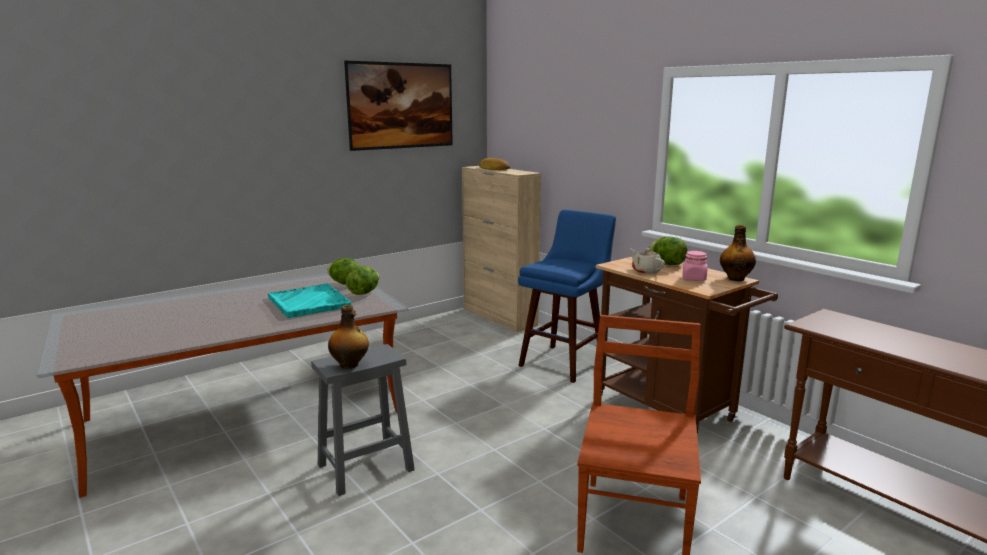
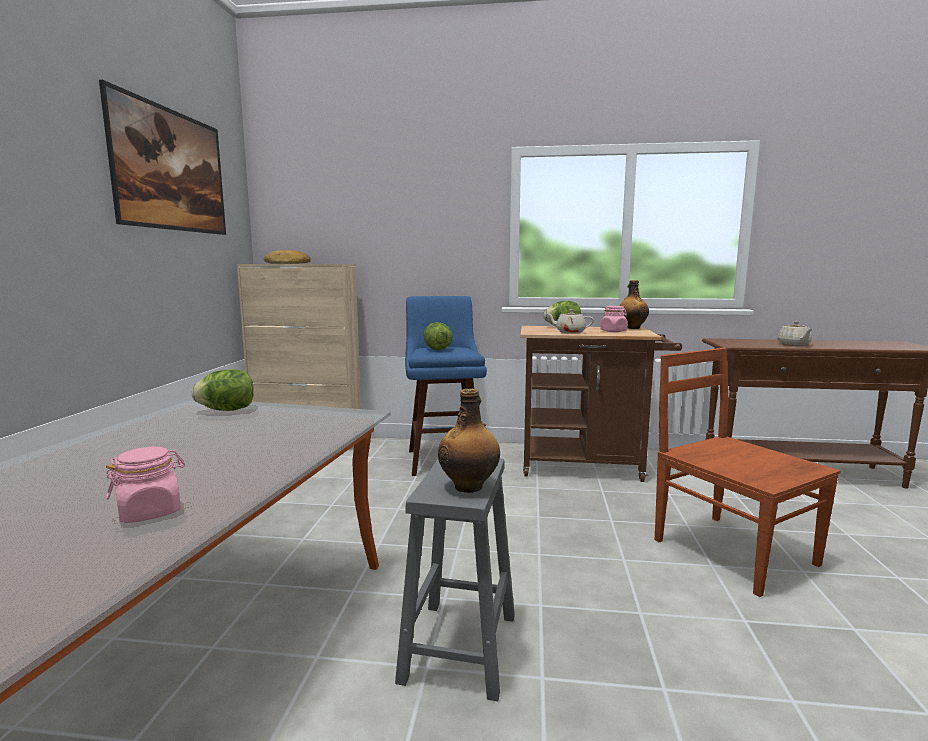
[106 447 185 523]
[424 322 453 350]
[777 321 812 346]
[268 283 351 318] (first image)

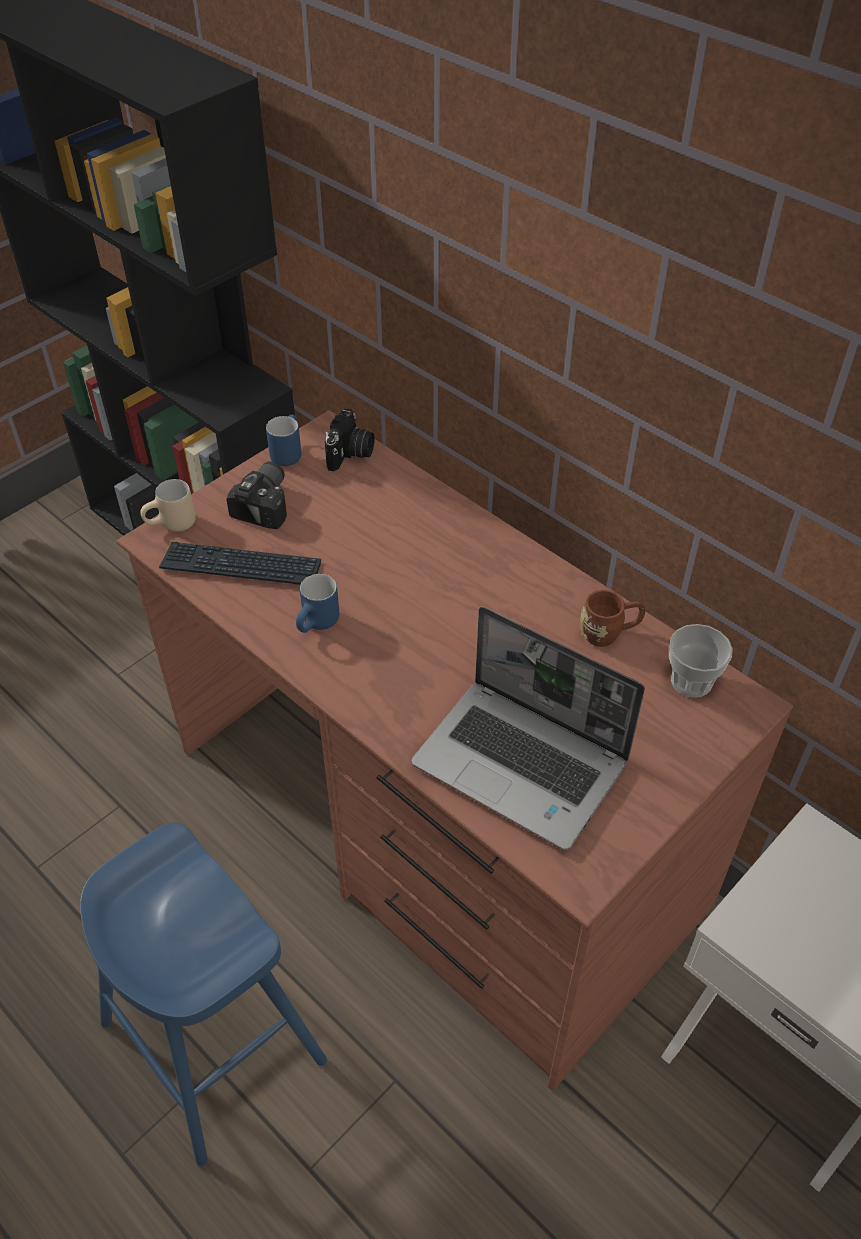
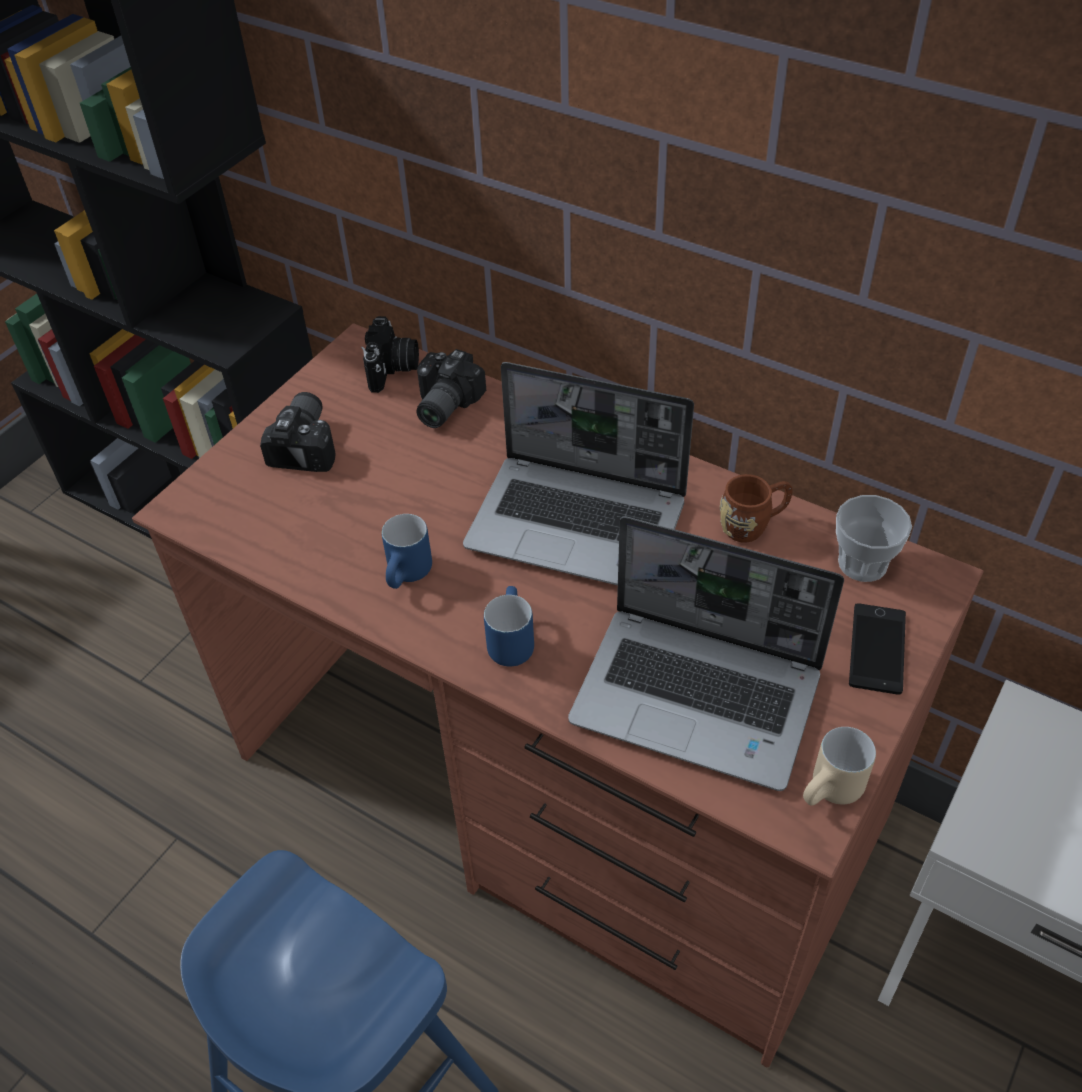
[417 349 486 428]
[463 362 694 586]
[484 586 534 667]
[803 727 876 806]
[849 603 906 695]
[159 542 321 585] (first image)

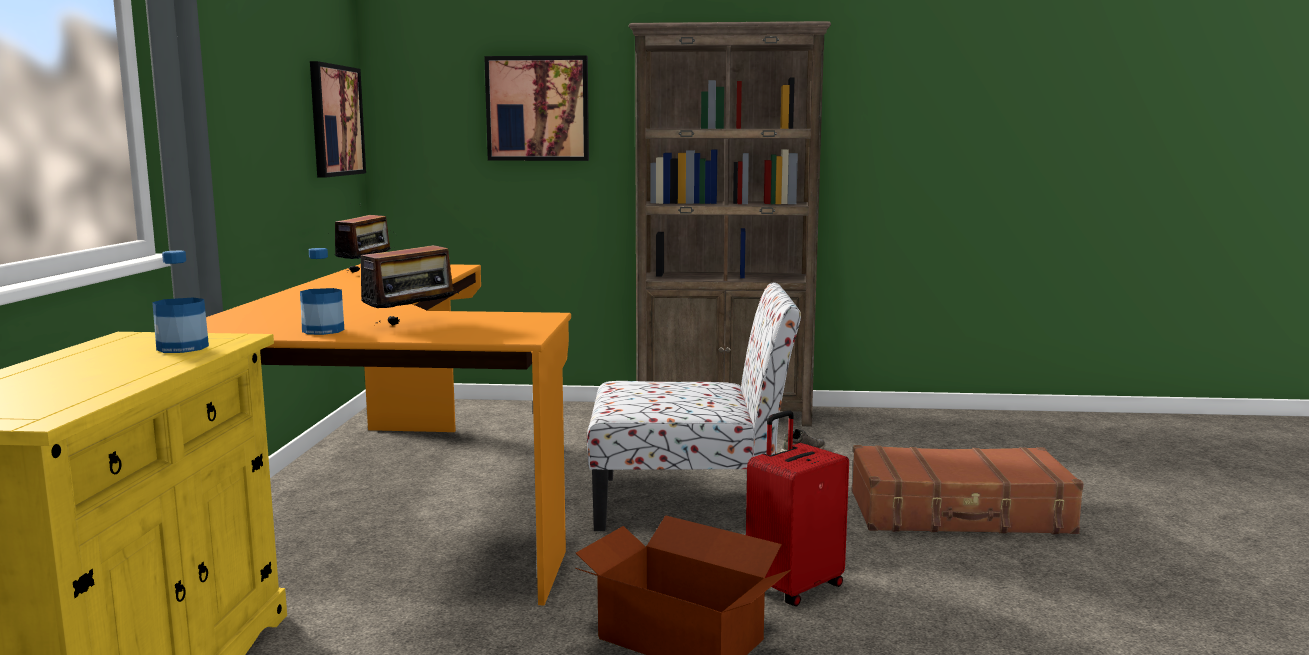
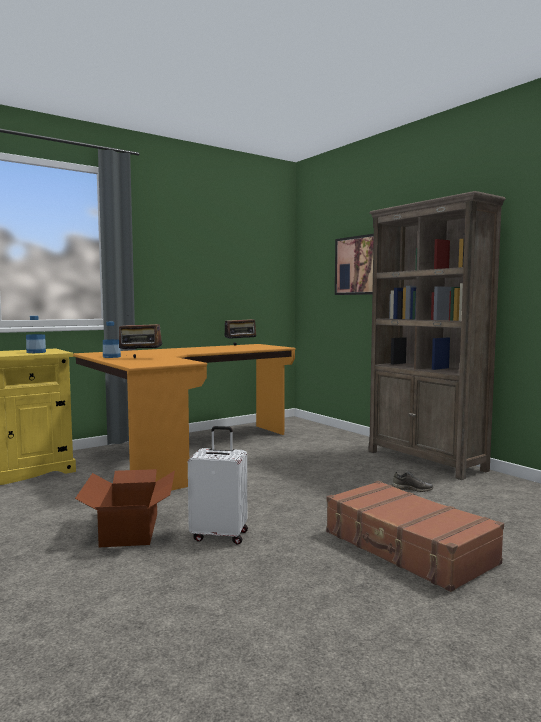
[188 426 248 544]
[310 61 366 178] (first image)
[587 282 801 531] (first image)

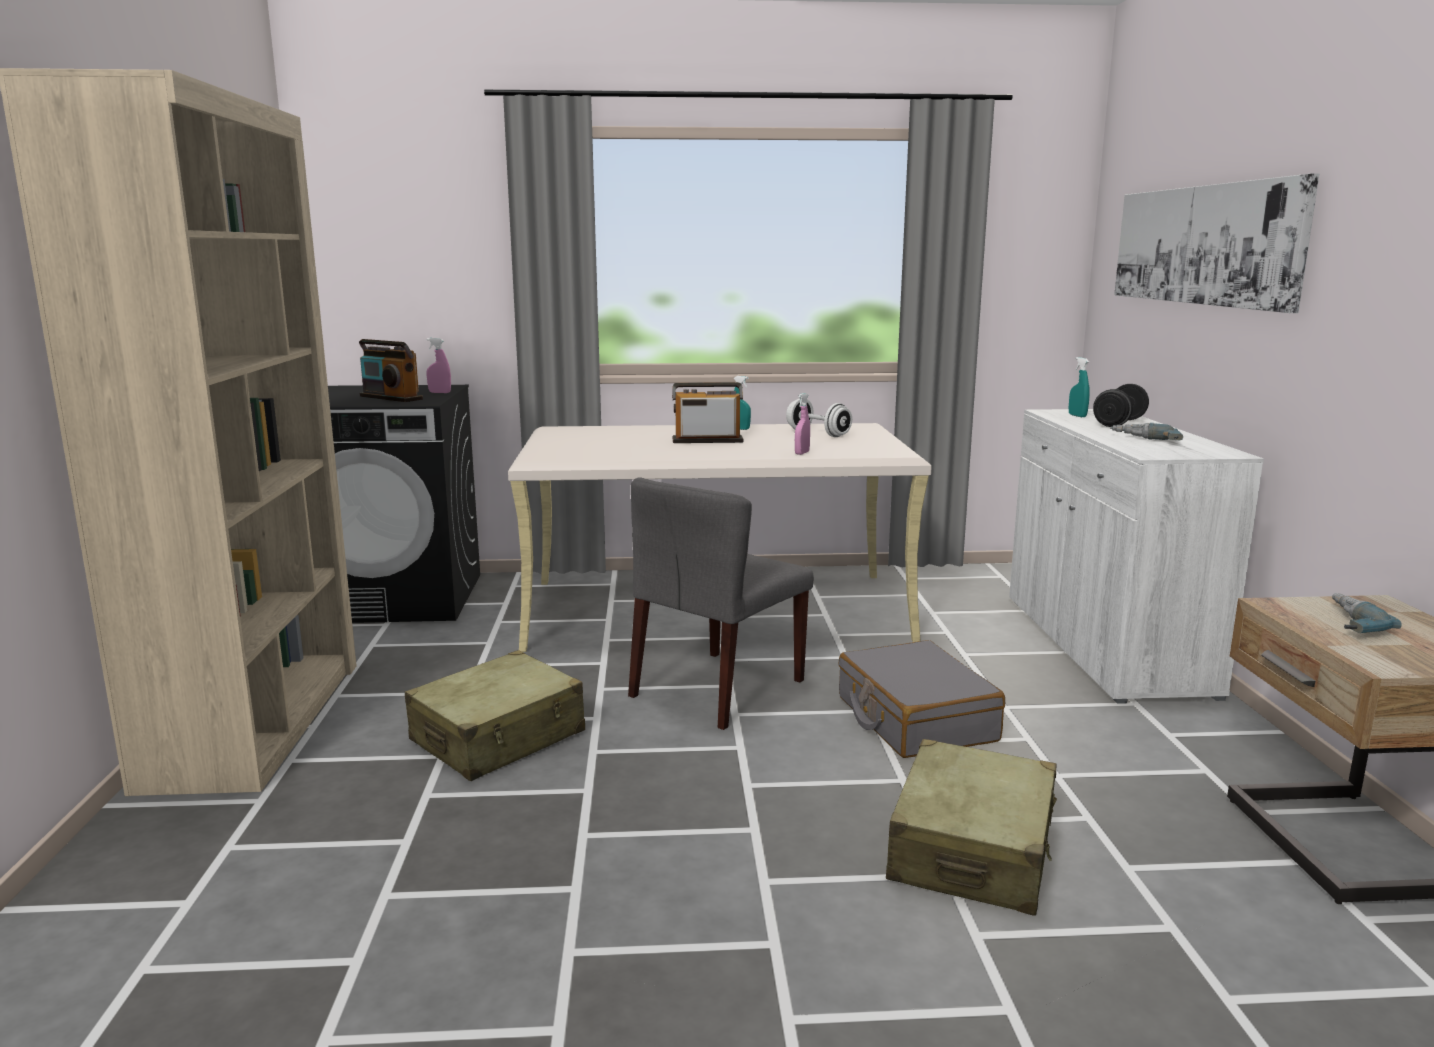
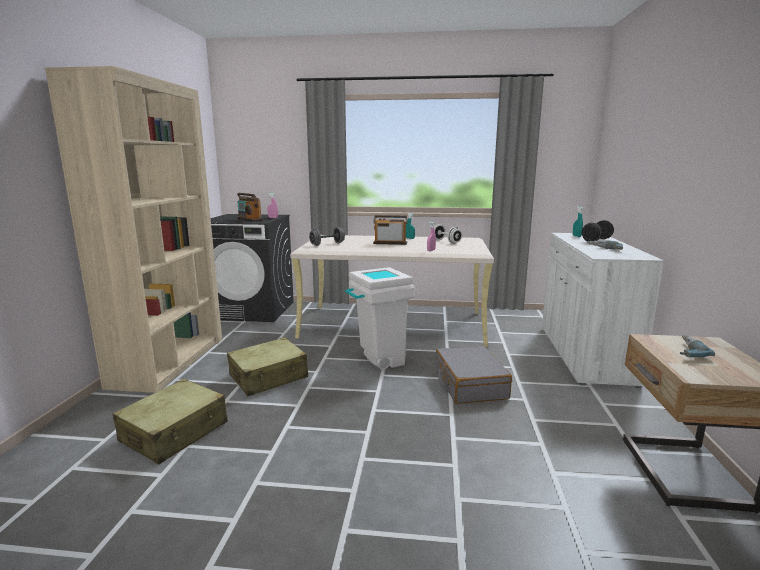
[112 379 228 464]
[309 227 345 246]
[345 267 415 370]
[1114 174 1319 313] (first image)

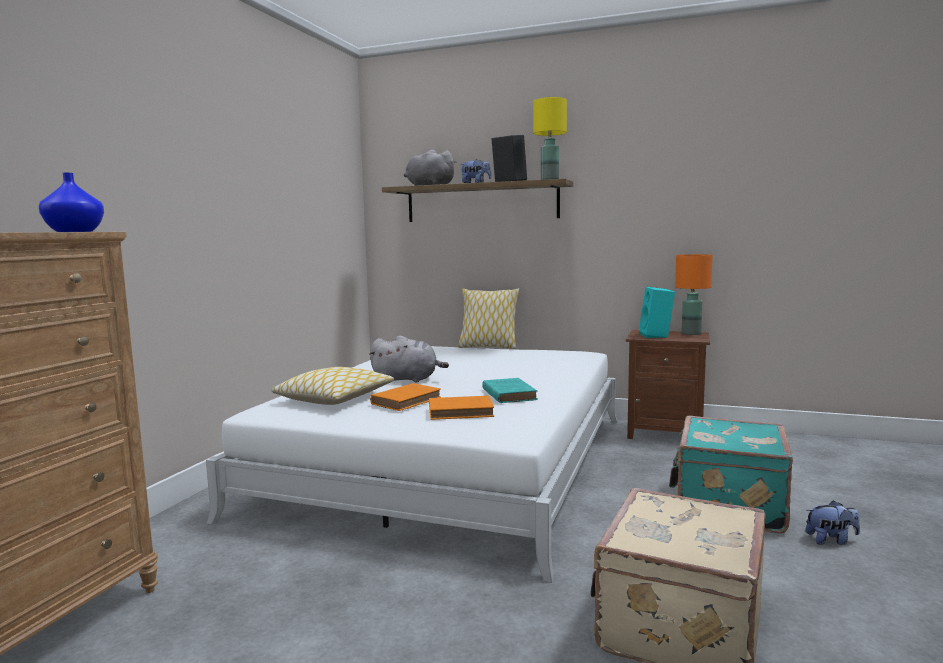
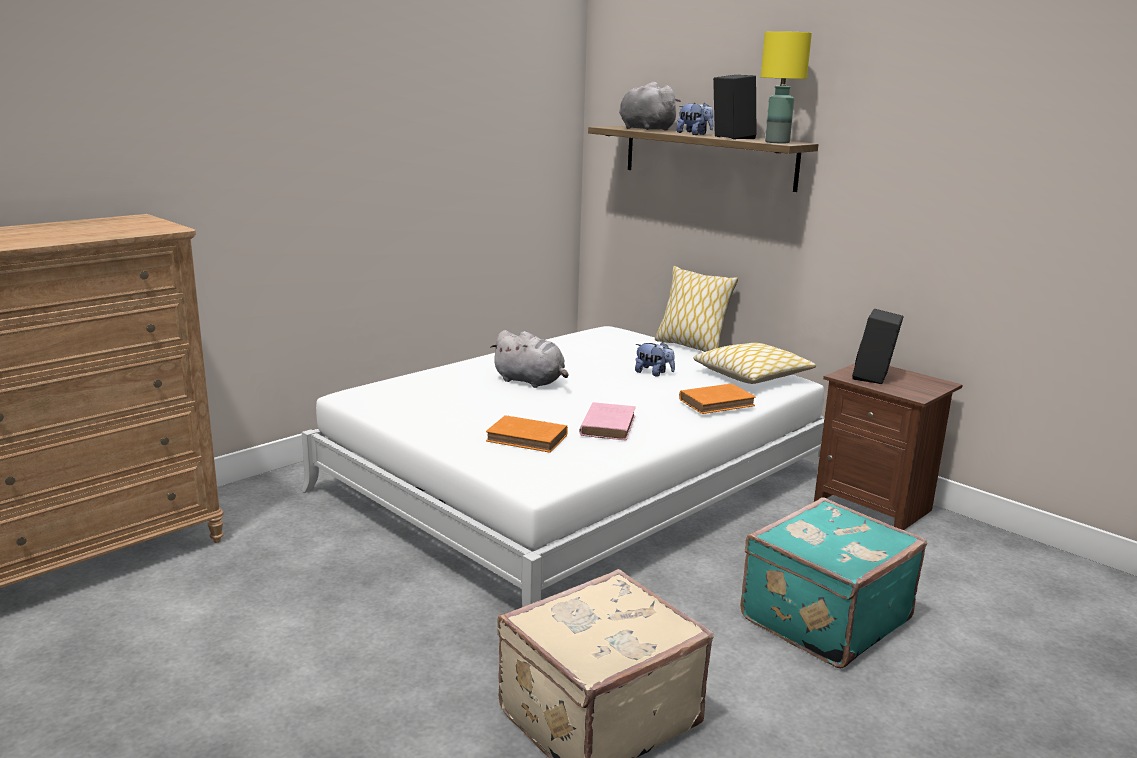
[579 402 636 440]
[635 342 675 377]
[679 383 756 414]
[693 343 816 384]
[852 309 904 384]
[39 173 104 232] (first image)
[675 254 713 335] (first image)

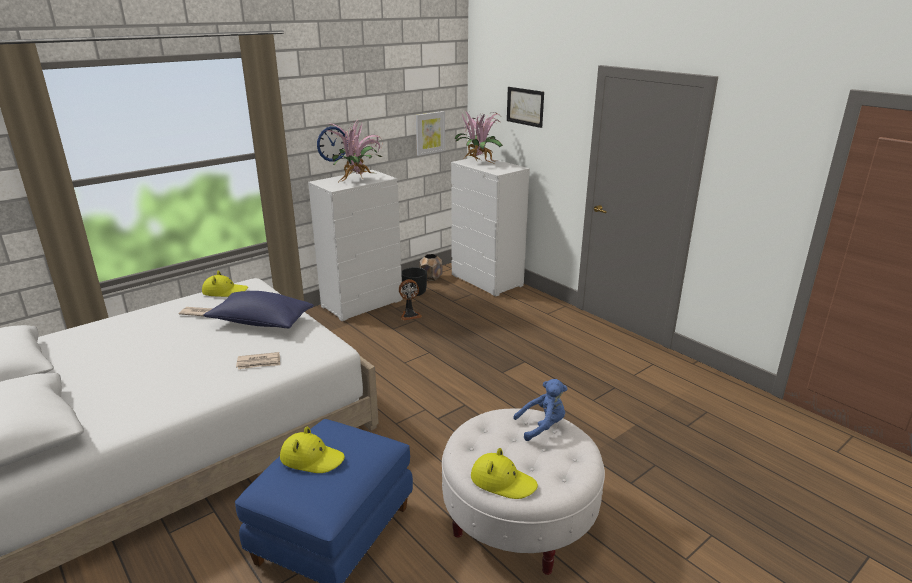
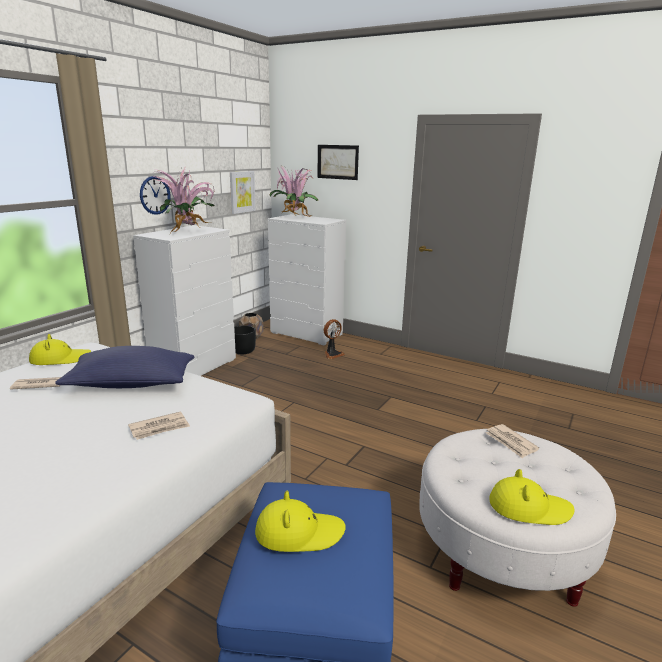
[324 319 345 359]
[486 424 539 458]

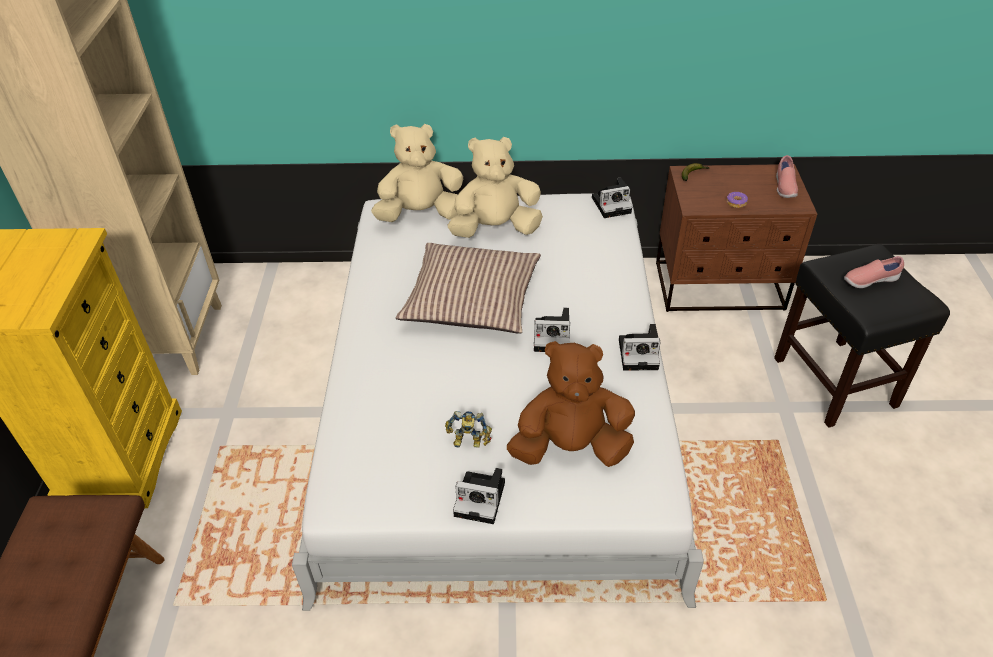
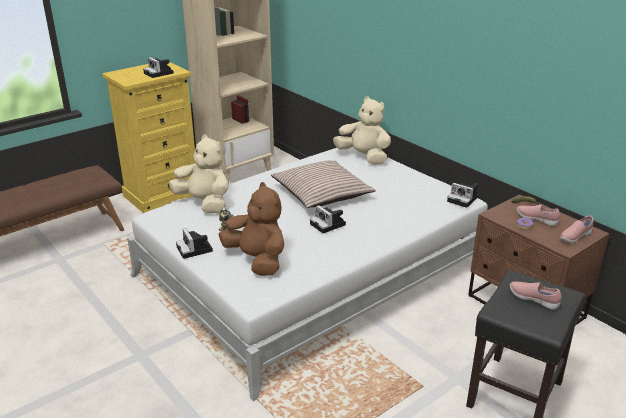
[143 57 174 78]
[169 134 229 214]
[517 204 560 226]

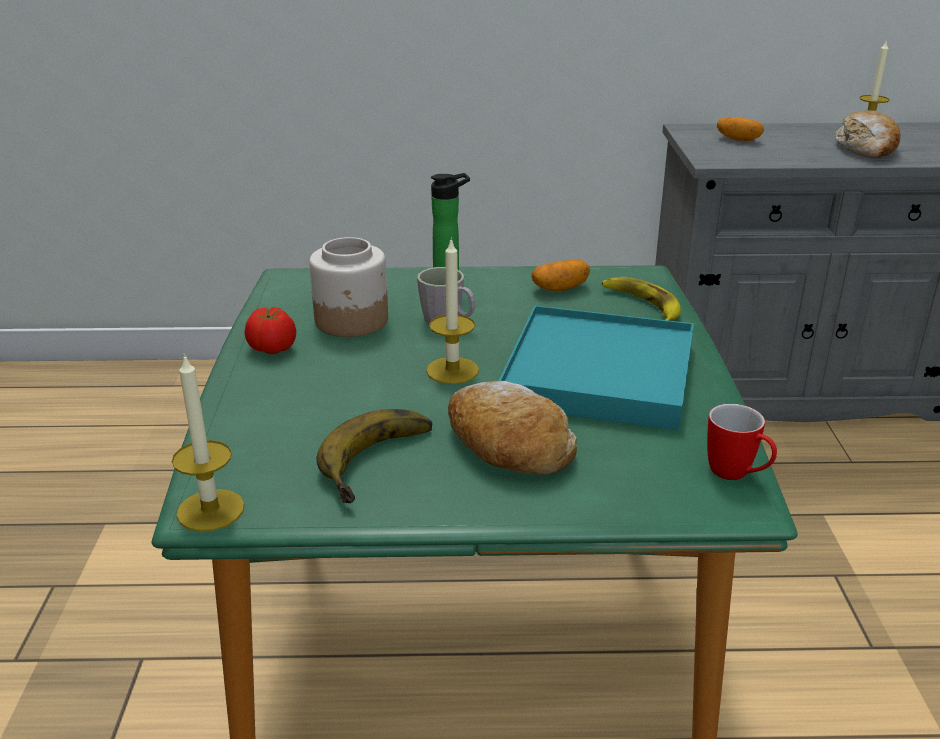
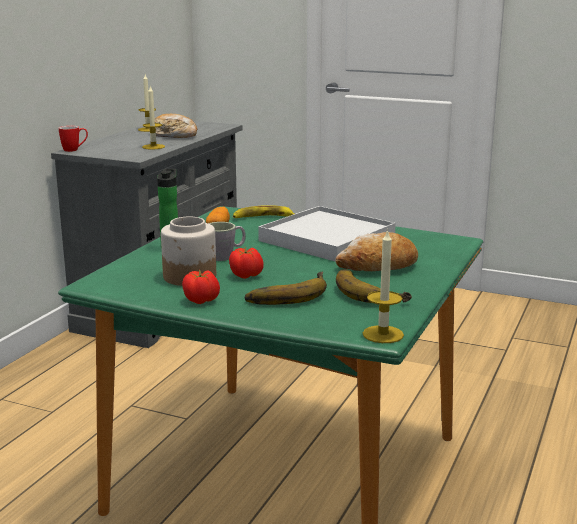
[59 126 88 152]
[142 85 165 150]
[229 247 264 279]
[245 272 327 305]
[258 206 396 261]
[717 117 764 141] (first image)

